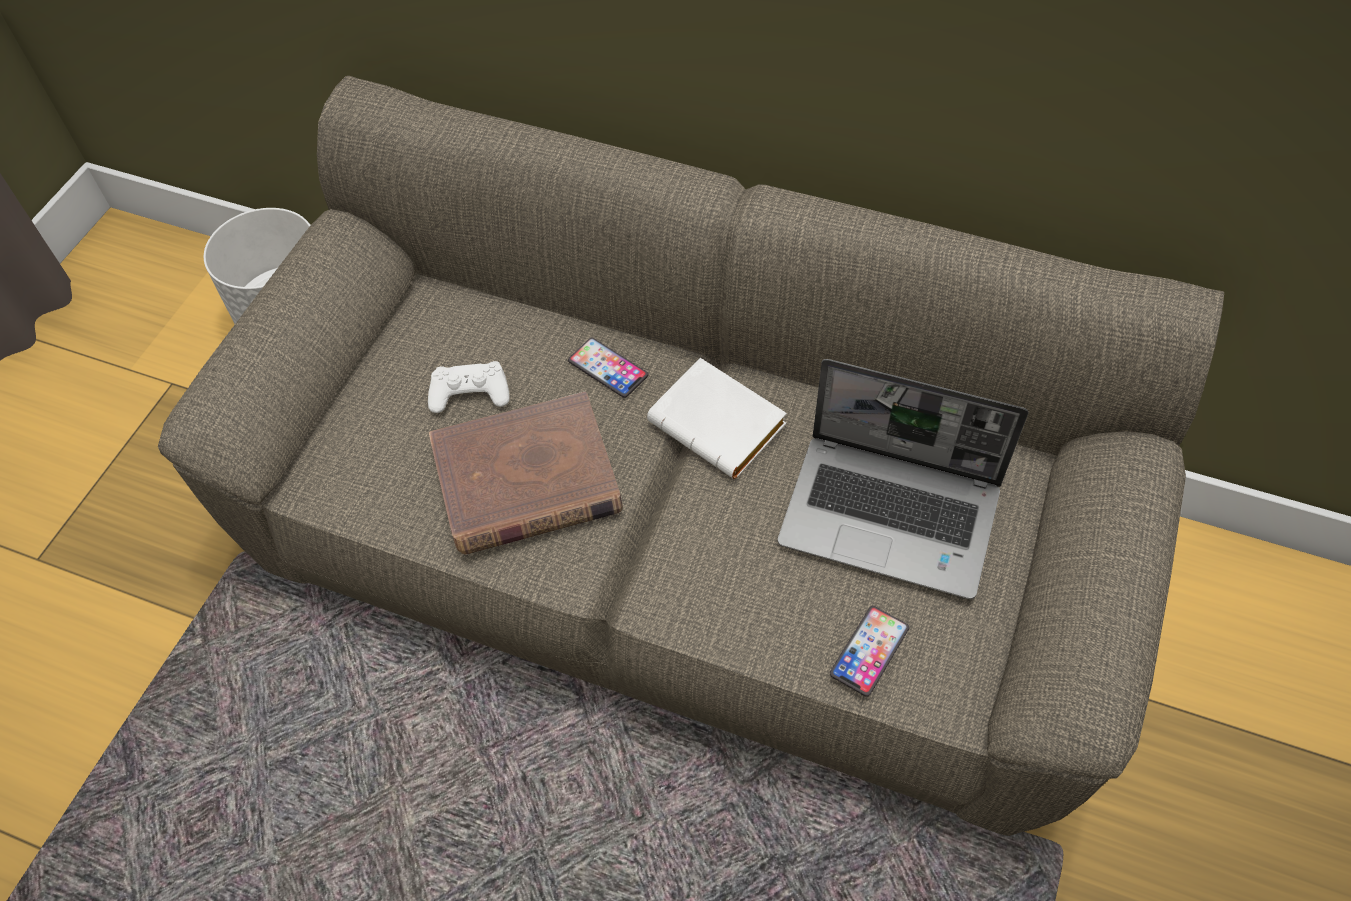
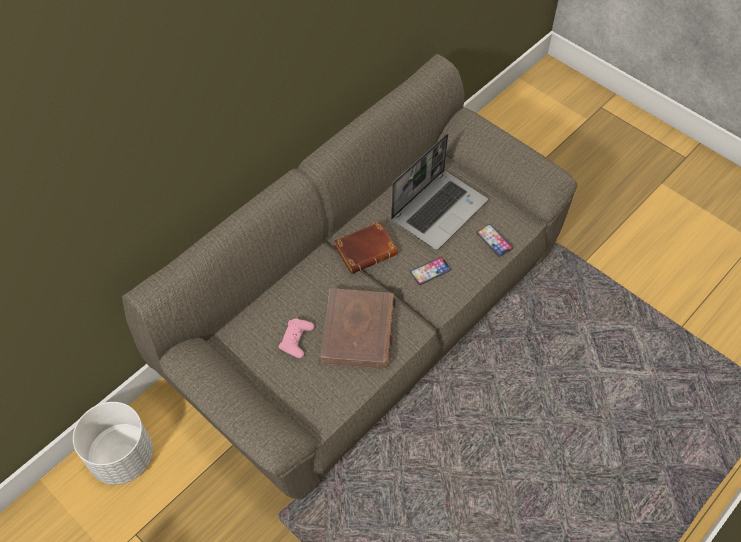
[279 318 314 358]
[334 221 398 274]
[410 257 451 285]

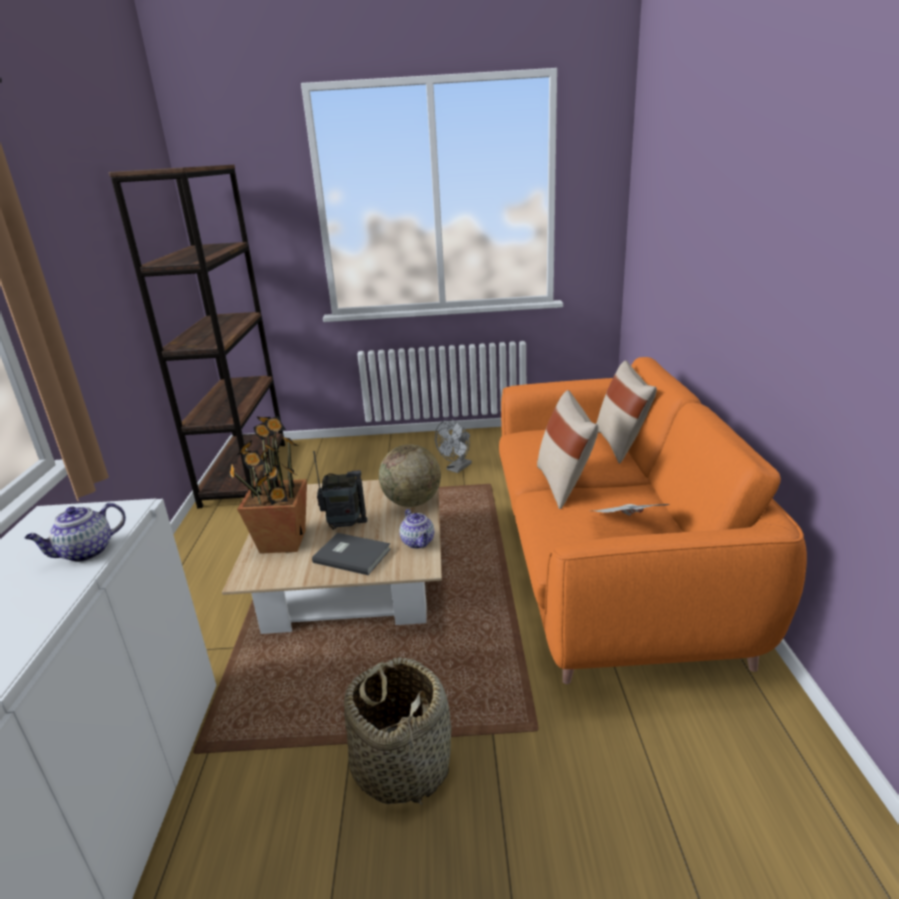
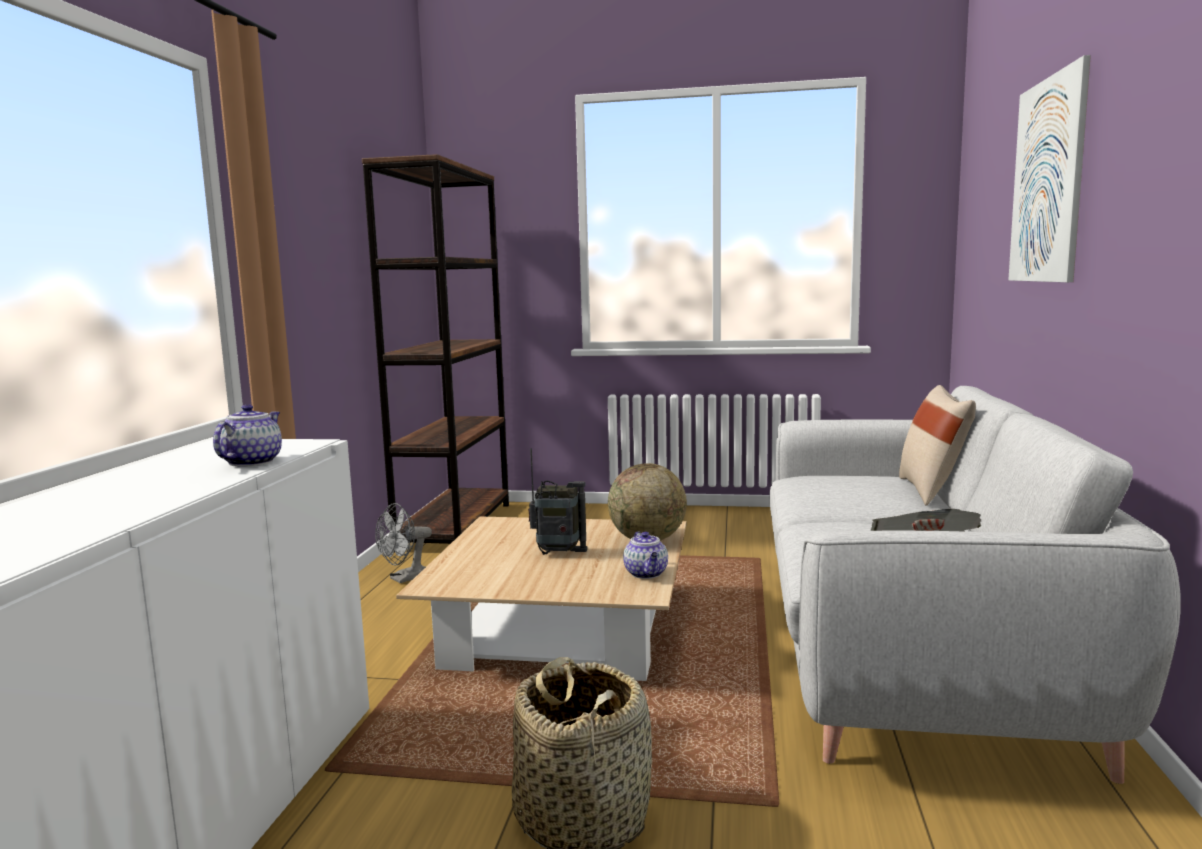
[213 404 282 467]
[375 503 432 583]
[769 386 1181 784]
[1008 55 1091 282]
[229 416 307 554] (first image)
[312 533 391 575] (first image)
[537 390 598 509] (first image)

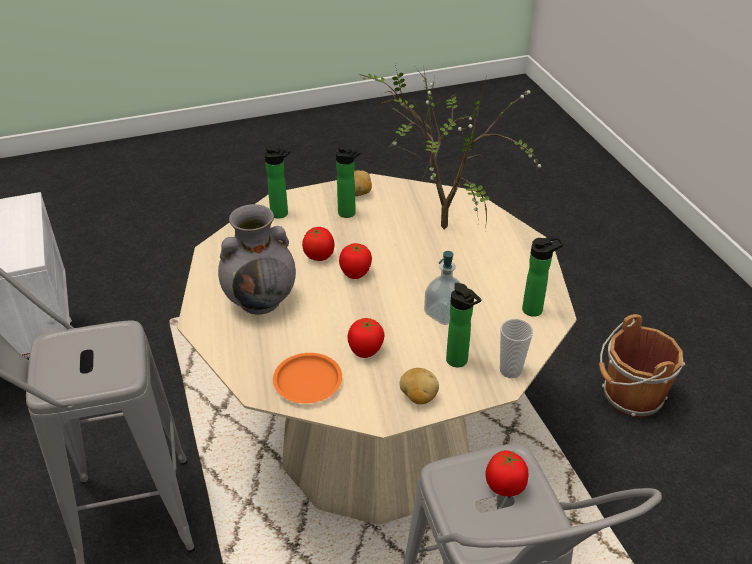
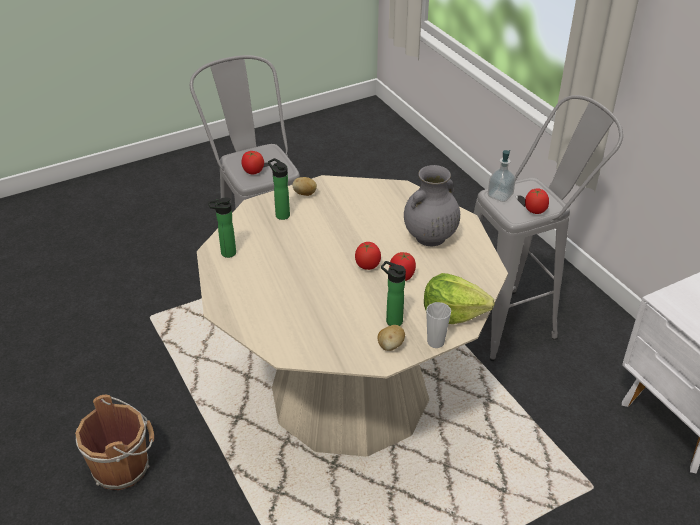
[424 273 495 324]
[426 302 451 348]
[488 150 516 202]
[525 188 549 214]
[273 353 342 403] (first image)
[359 65 544 230] (first image)

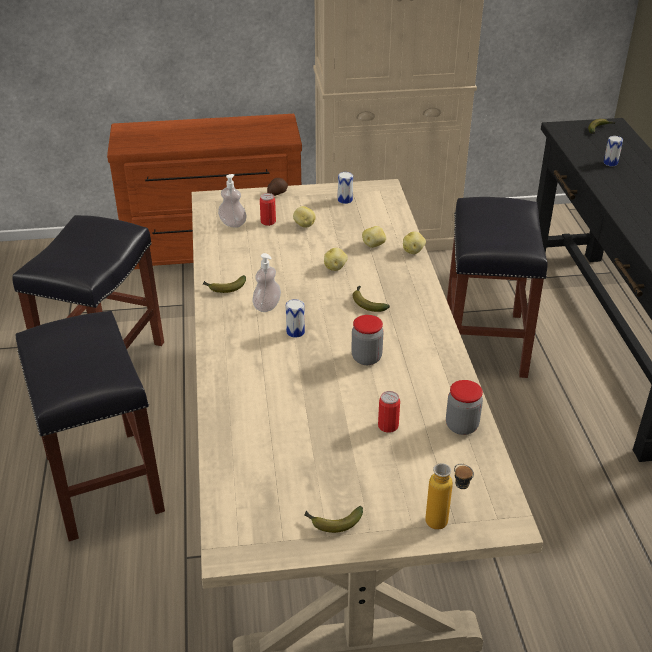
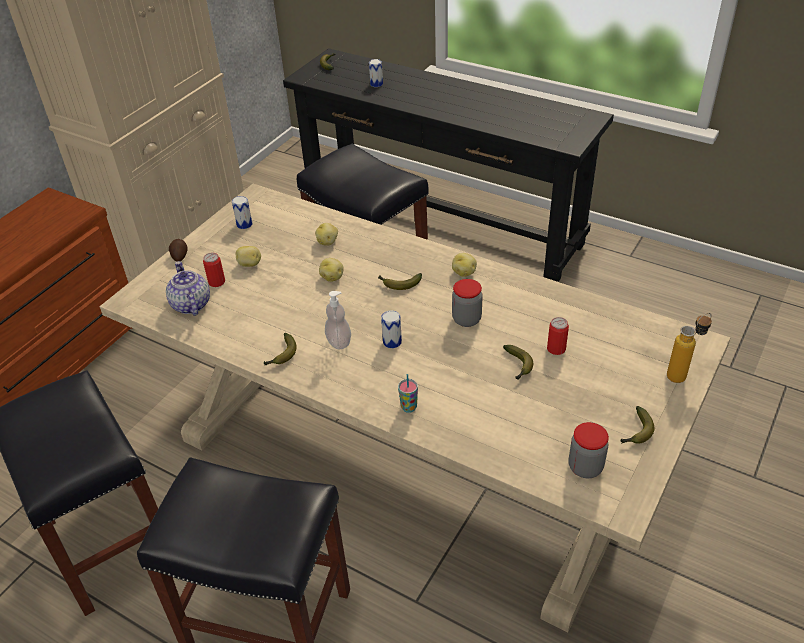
[166 261 210 316]
[398 374 418 413]
[452 253 477 277]
[503 345 533 380]
[569 422 609 478]

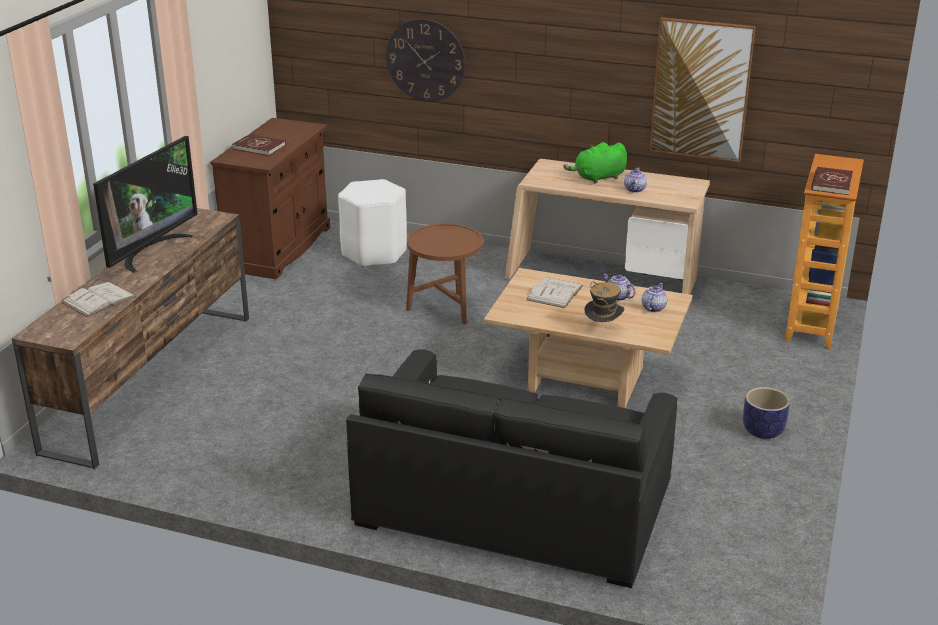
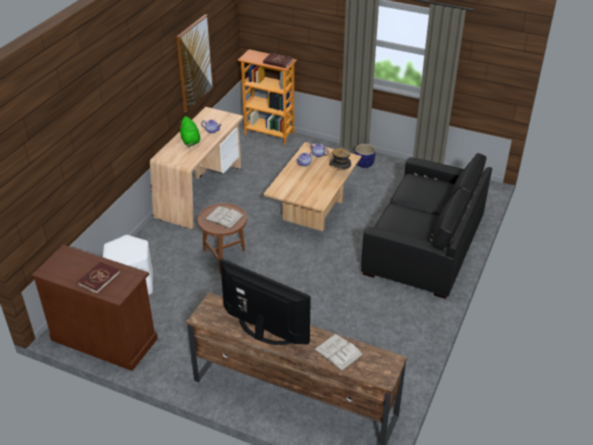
[204 206 244 229]
[386 19 466 102] (first image)

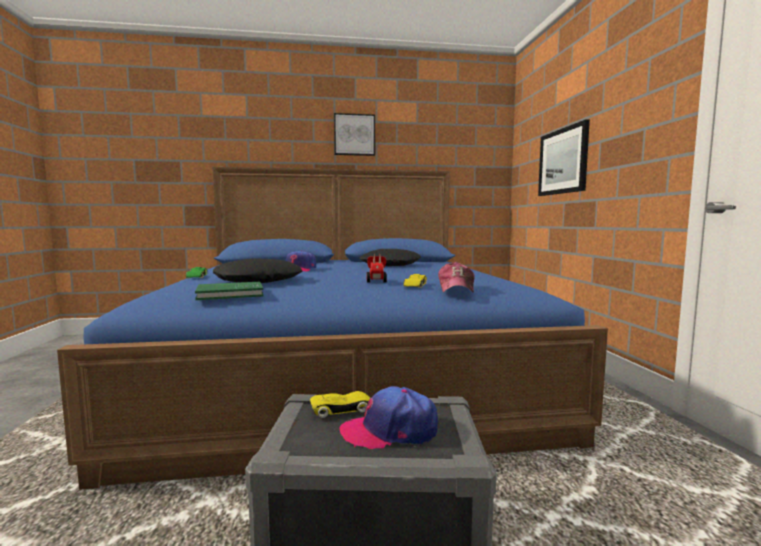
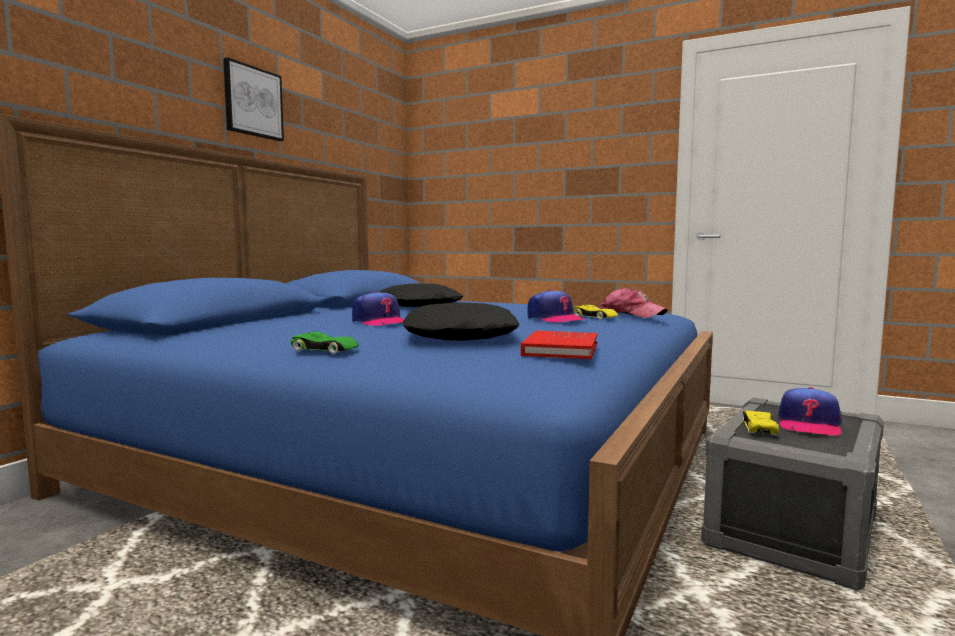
[521 331 597 359]
[527 290 587 322]
[538 119 590 196] (first image)

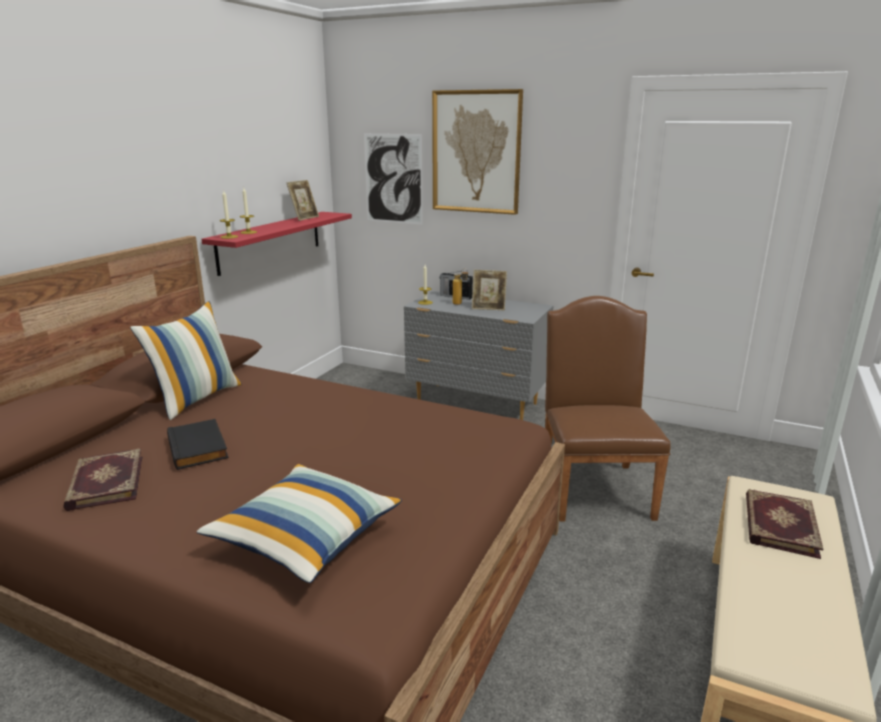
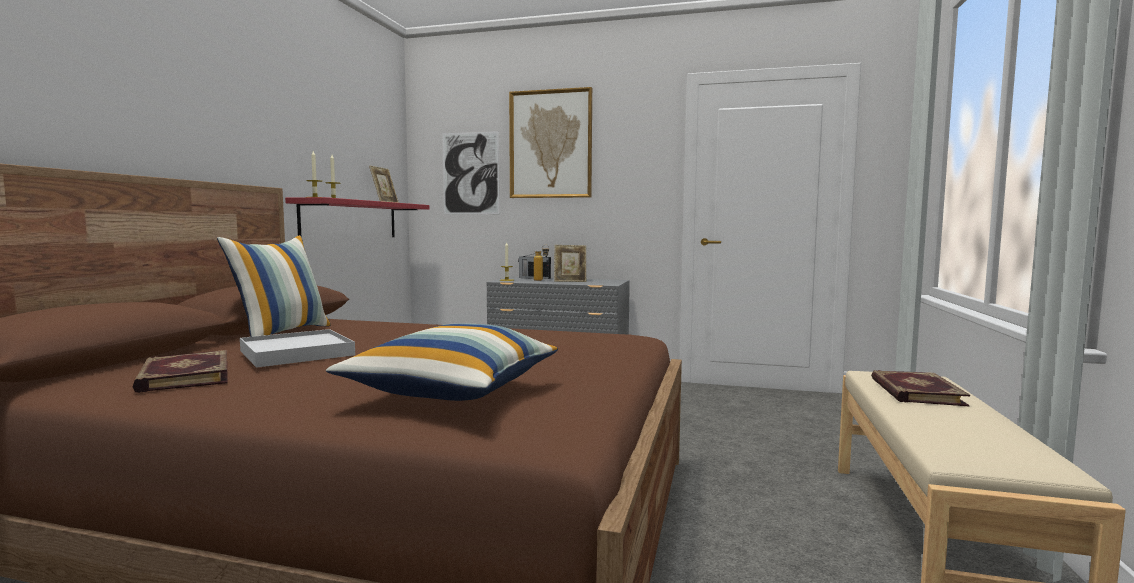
[240 329 355 368]
[545 296 671 522] (first image)

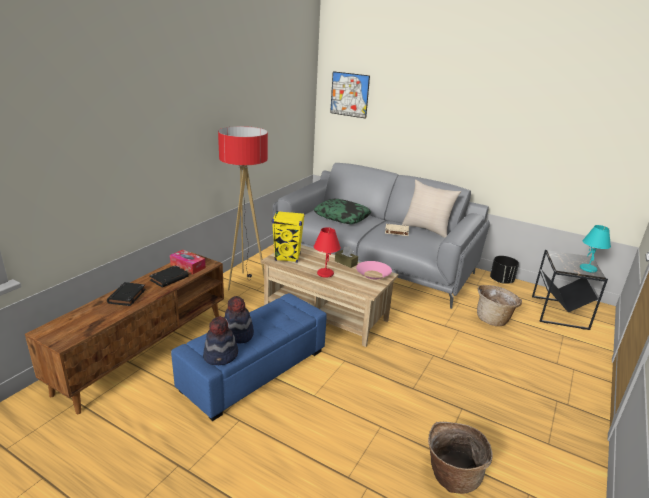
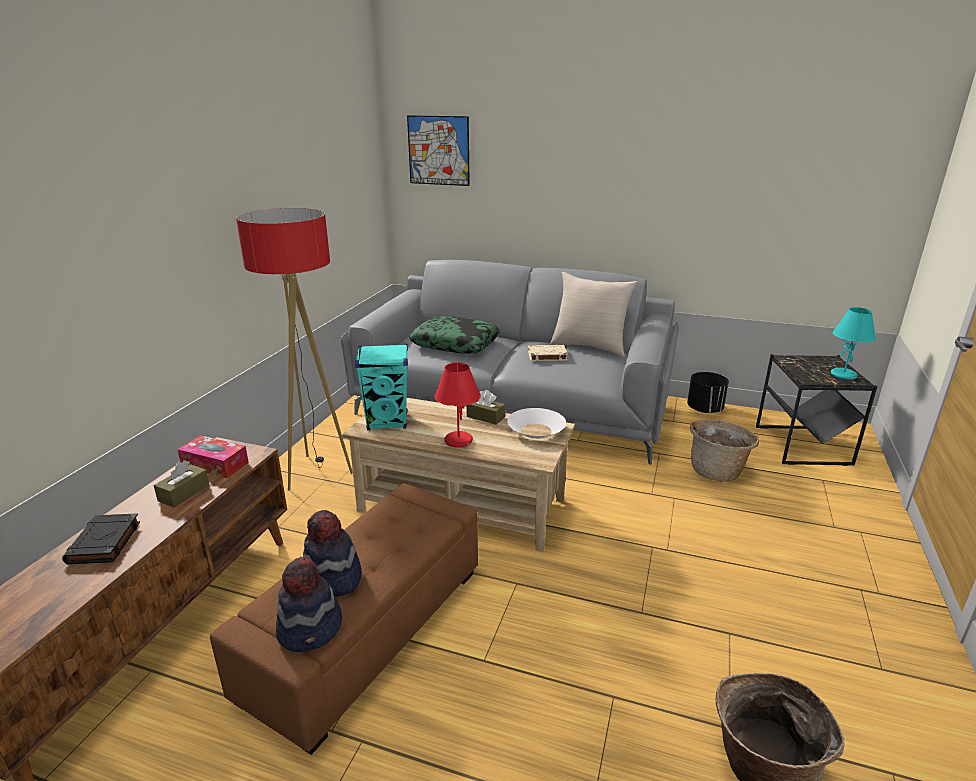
[154 460 209 507]
[210 483 478 755]
[355 344 408 430]
[507 408 566 439]

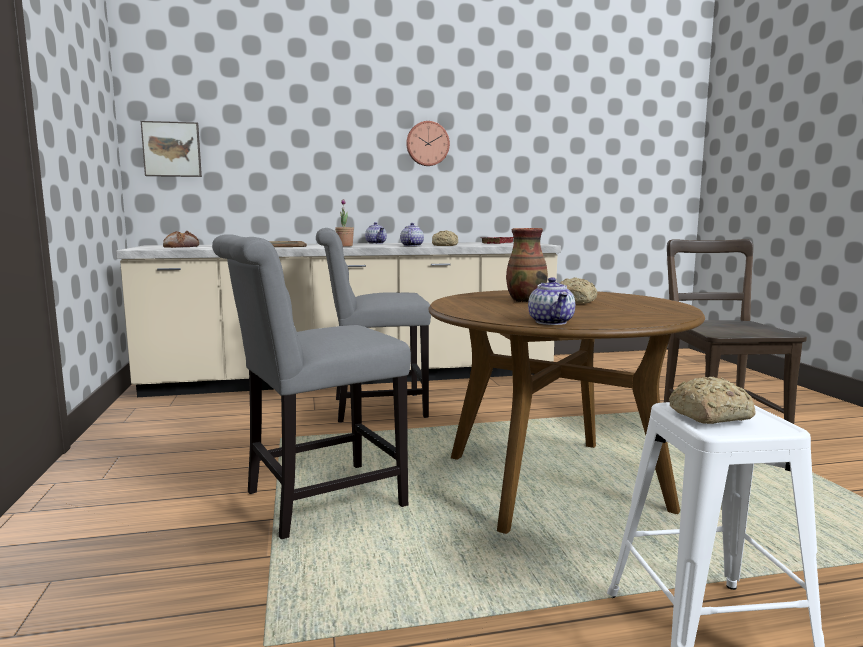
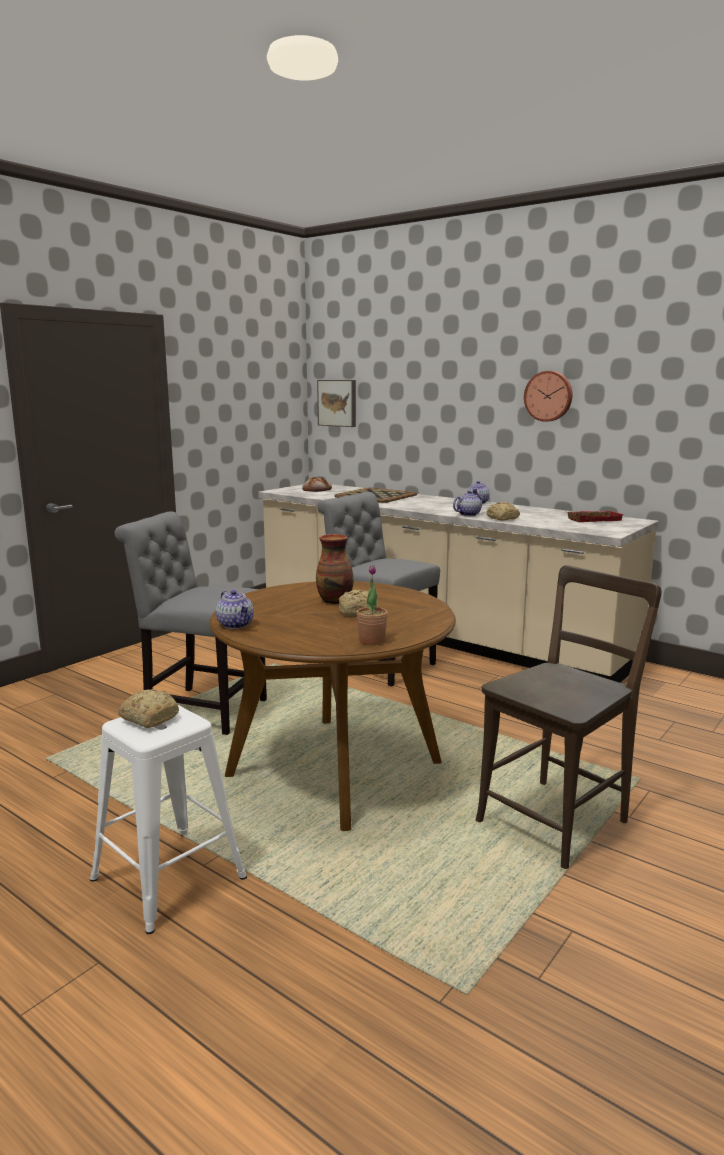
[216 590 254 629]
[357 565 388 645]

